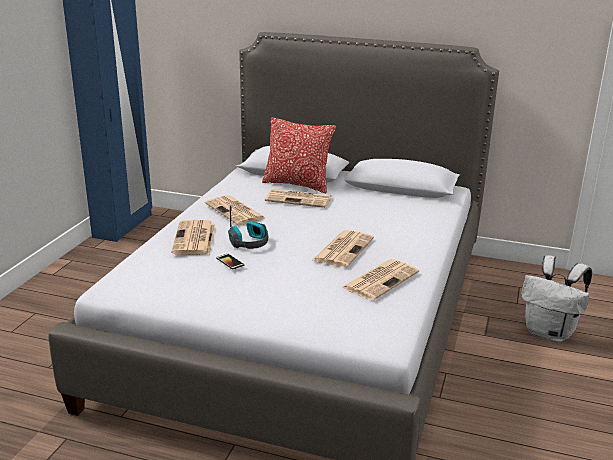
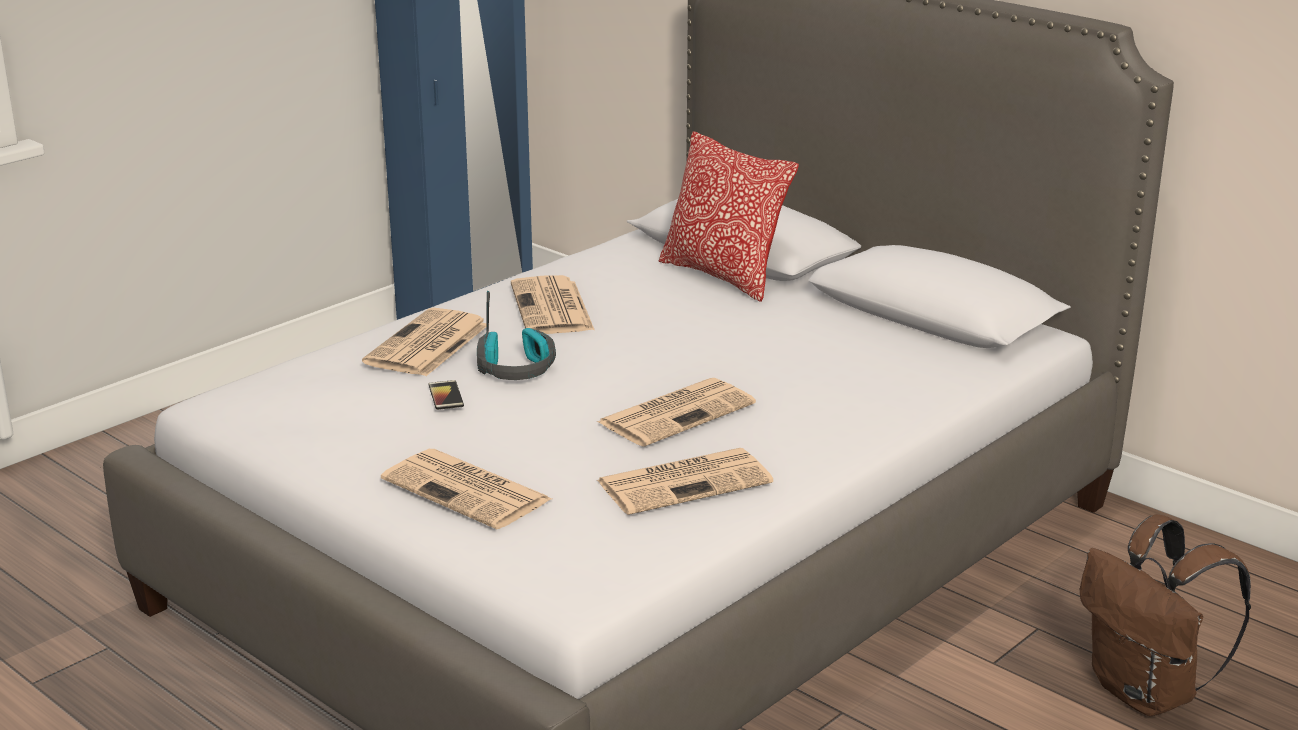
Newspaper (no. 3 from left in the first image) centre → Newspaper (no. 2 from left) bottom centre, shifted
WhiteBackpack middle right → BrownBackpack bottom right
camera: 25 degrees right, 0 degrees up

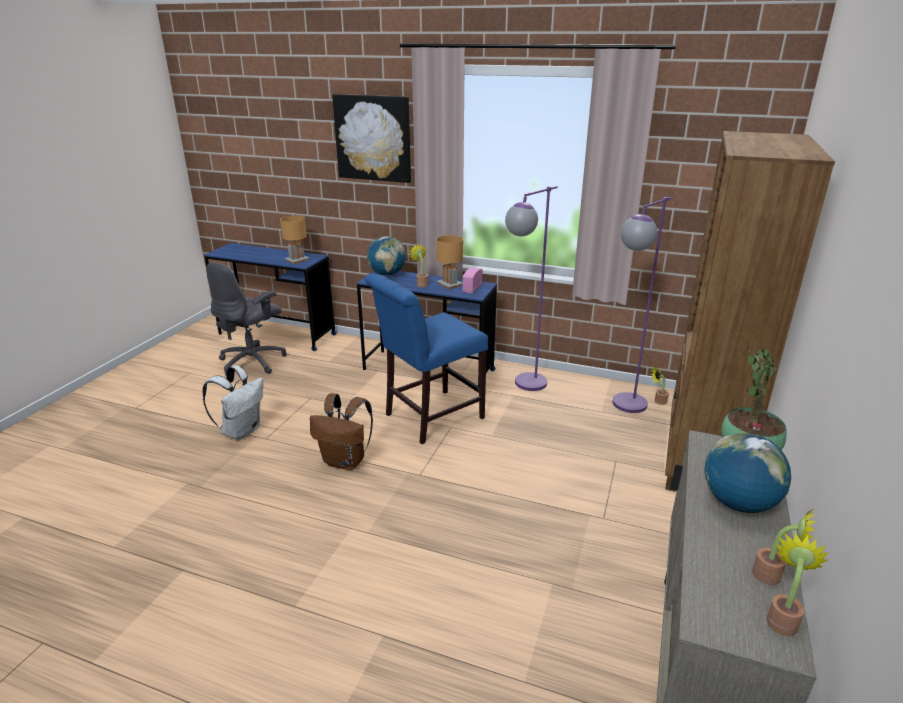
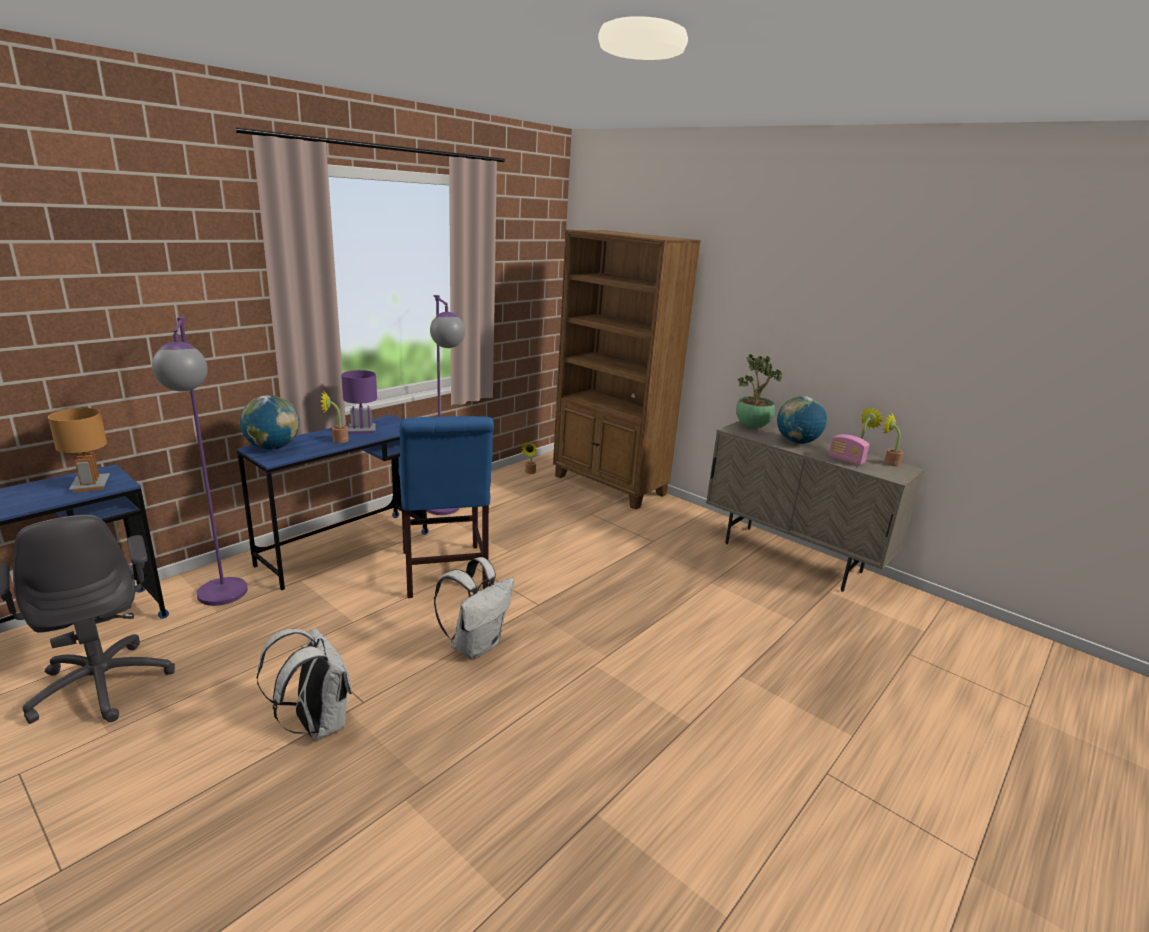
Picture top centre → -
Radio centre → Radio middle right, shifted
PurpleFloorLamp (no. 2 from left in the first image) middle right → PurpleFloorLamp (no. 1 from left) middle left, shifted
BrownBackpack centre → WhiteBackpack (no. 2 from left) centre
BrownTableLamp (no. 2 from left) centre → PurpleTableLamp middle left
camera: 70 degrees left, 5 degrees down

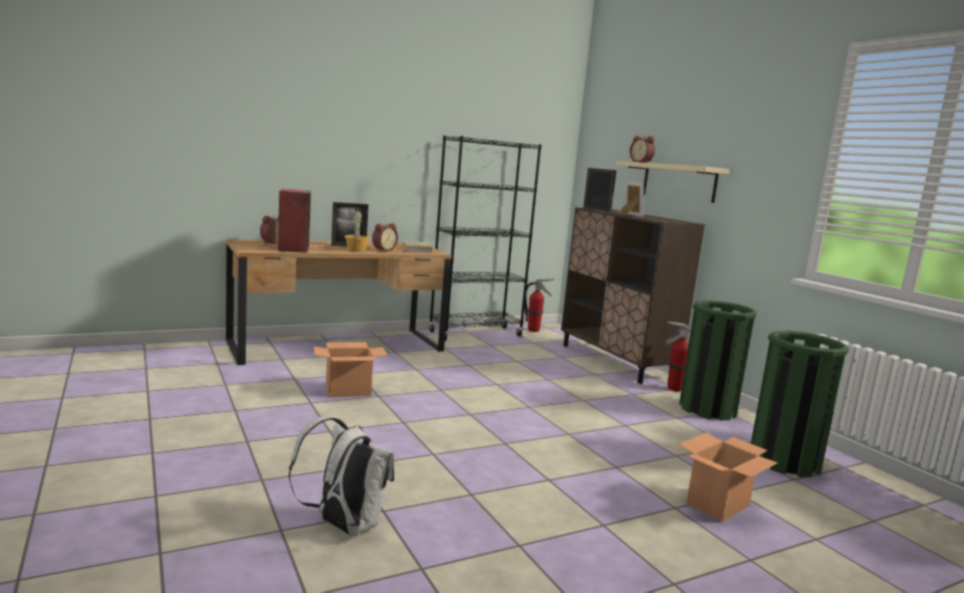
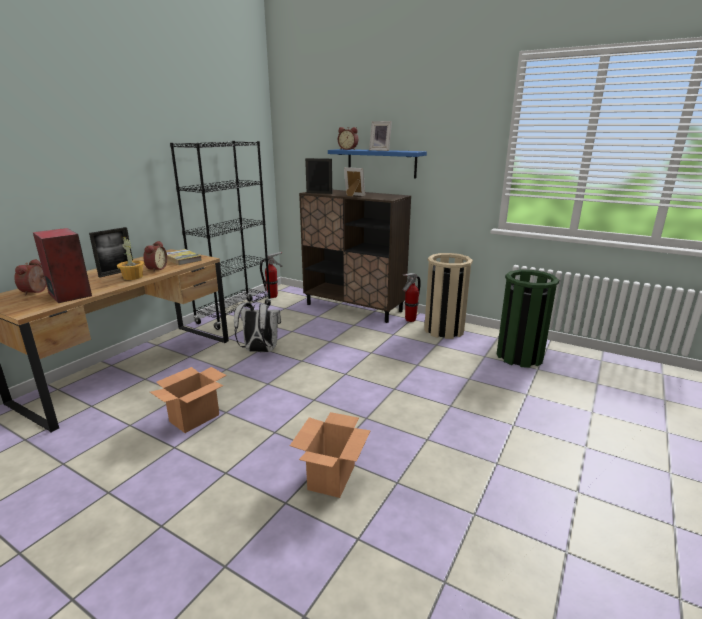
- → PictureFrame (no. 4 from left) top centre
WhiteBackpack bottom centre → WhiteBackpack centre, shifted
CardboardBox (no. 2 from left) bottom right → CardboardBox (no. 2 from left) bottom centre, shifted
BeigeShelf top right → BlueShelf top centre
GreenTrashCan (no. 1 from left) middle right → BeigeTrashCan centre
camera: 30 degrees left, 10 degrees up

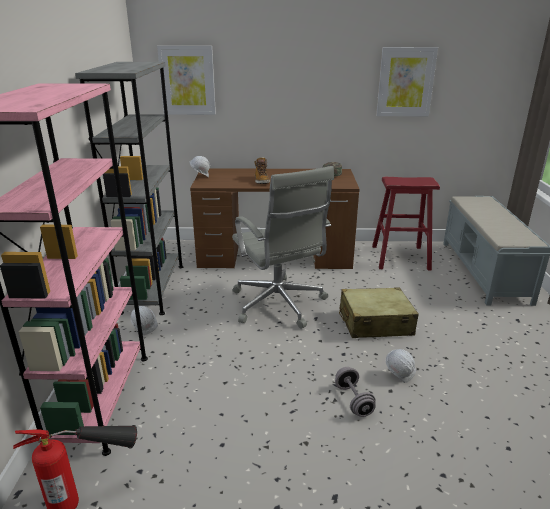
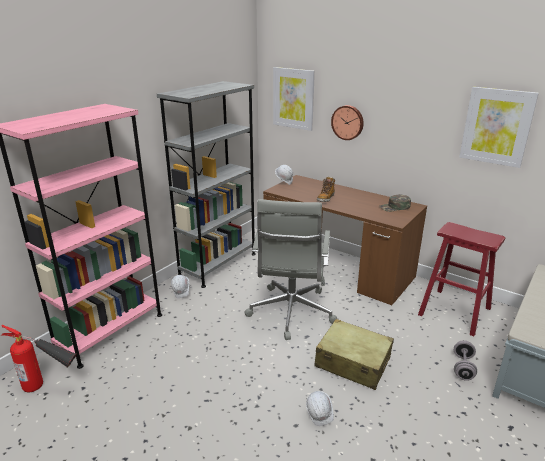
- → WallClock top centre
GreyDumbbell bottom centre → GreyDumbbell bottom right, shifted
camera: 35 degrees right, 0 degrees up

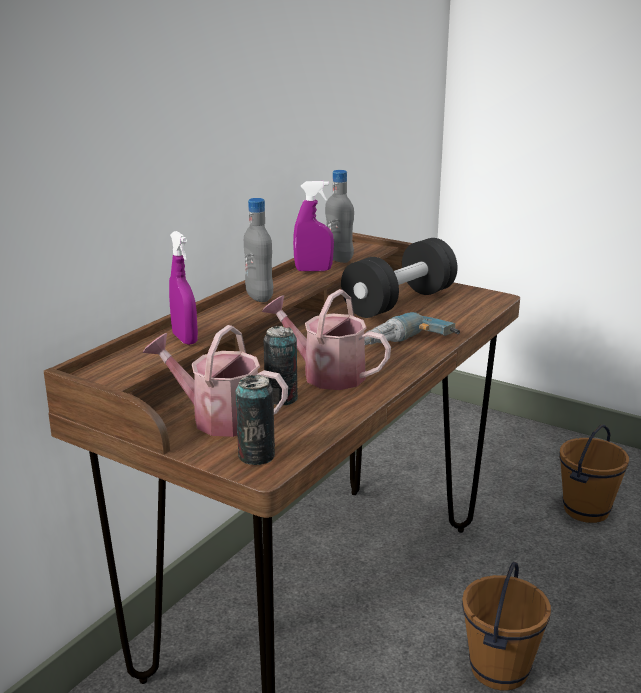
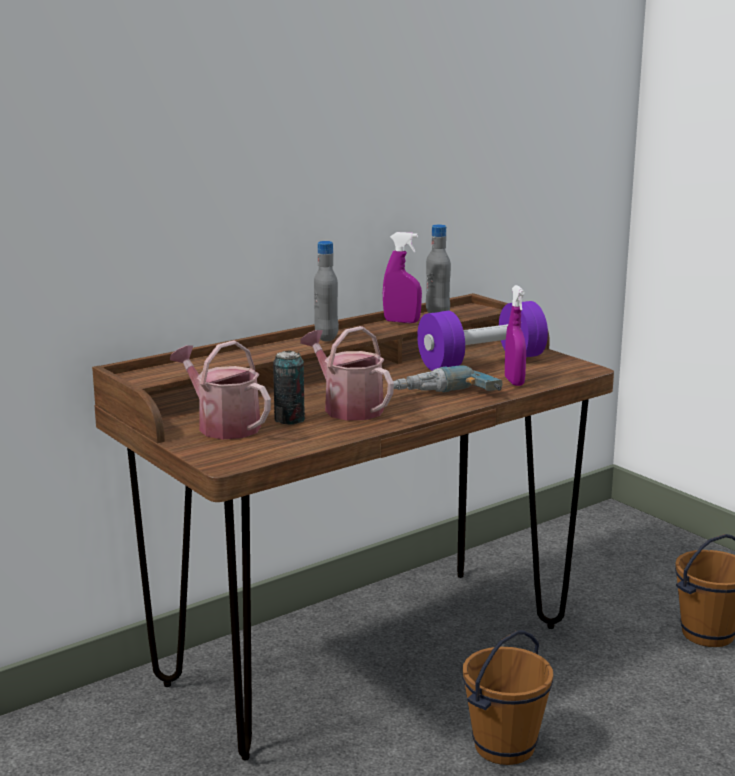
Can (no. 1 from left) centre → -
PurpleSprayBottle (no. 1 from left in the first image) middle left → PurpleSprayBottle (no. 2 from left) middle right, shifted
BlackDumbbell centre → PurpleDumbbell centre
camera: 20 degrees right, 5 degrees down

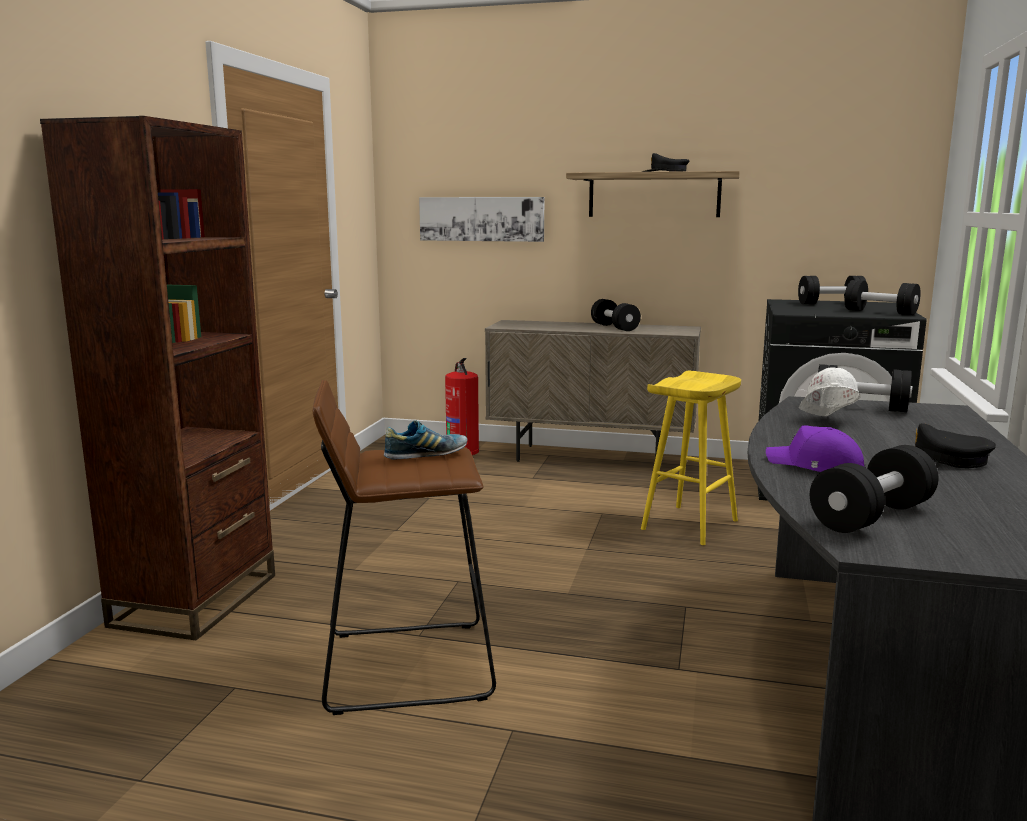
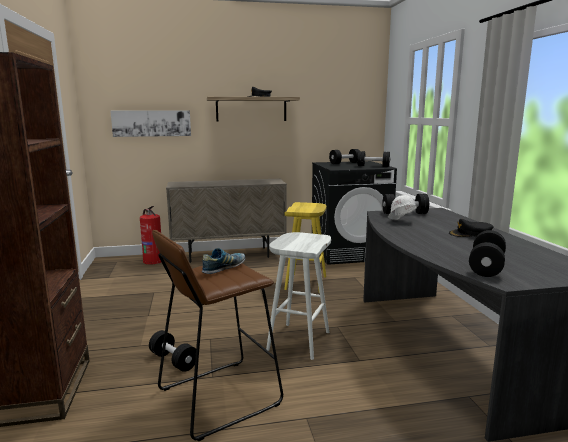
PurpleCap middle right → -
- → WhiteStool bottom centre
BlackDumbbell (no. 1 from left) centre → BlackDumbbell (no. 1 from left) bottom left, shifted
camera: 25 degrees left, 0 degrees up

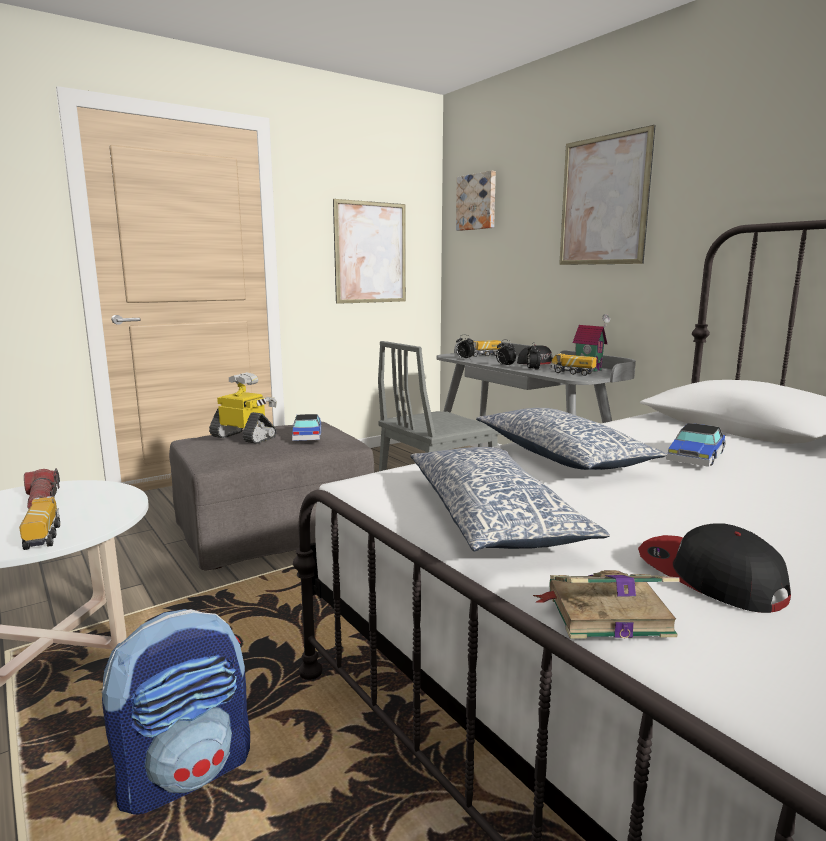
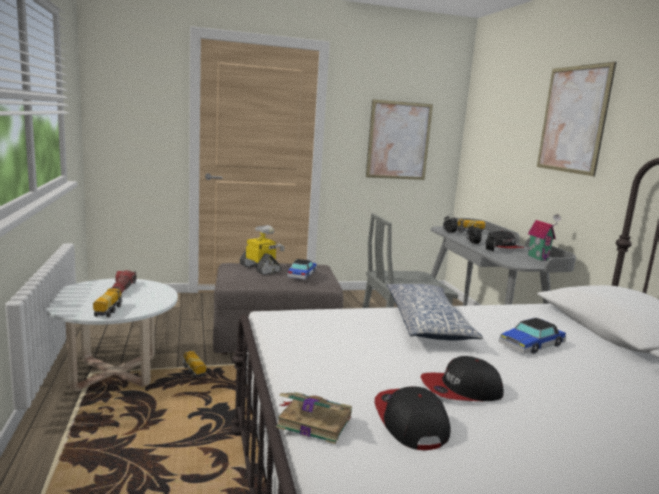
Backpack bottom left → -
Pillow (no. 1 from left) centre → -
Picture (no. 2 from left) top centre → -
- → Cap (no. 2 from left) bottom right
ToyTruck (no. 3 from left in the first image) middle right → ToyTruck (no. 2 from left) bottom left, shifted
camera: 20 degrees right, 0 degrees up

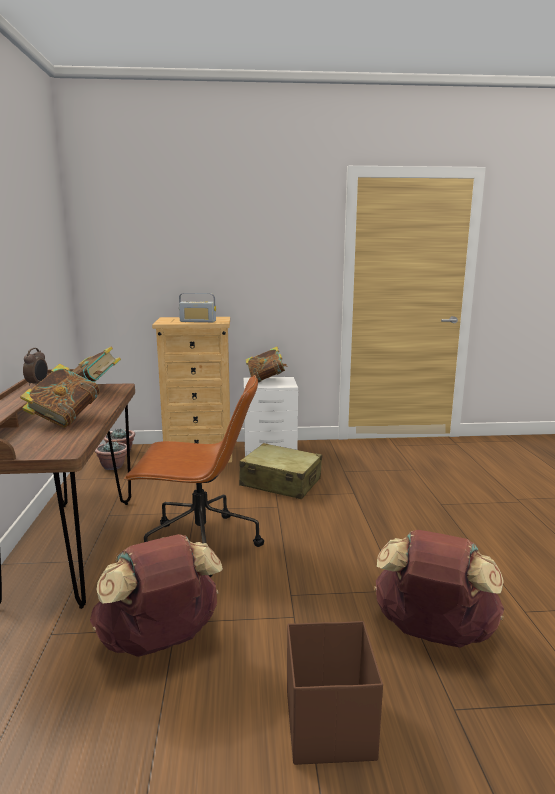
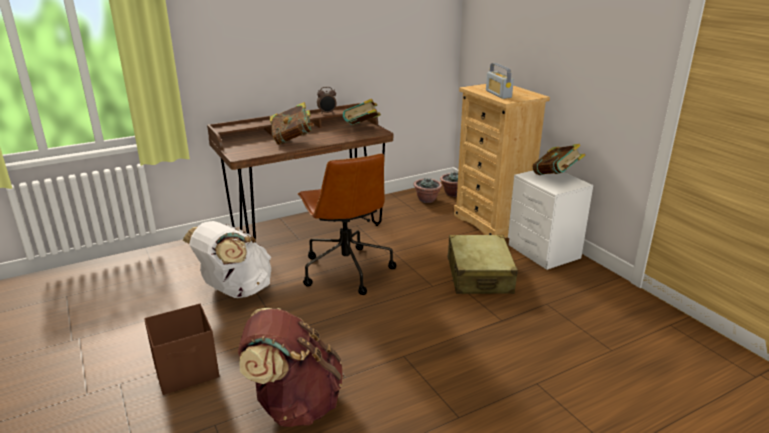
BrownBackpack (no. 1 from left) bottom left → WhiteBackpack middle left
camera: 65 degrees right, 10 degrees up

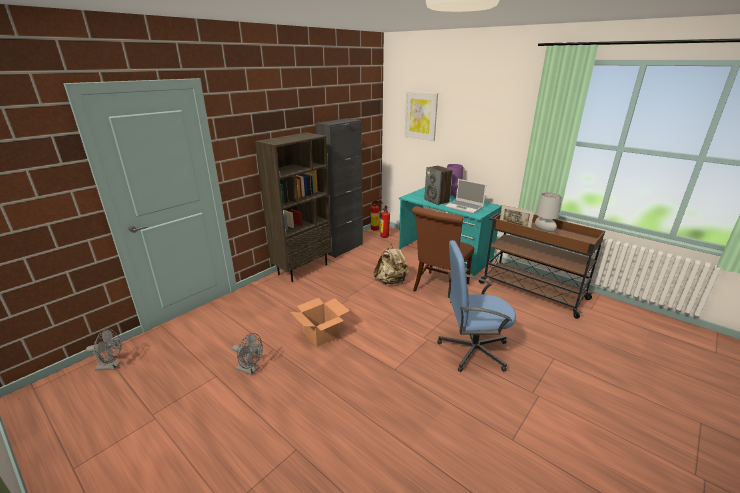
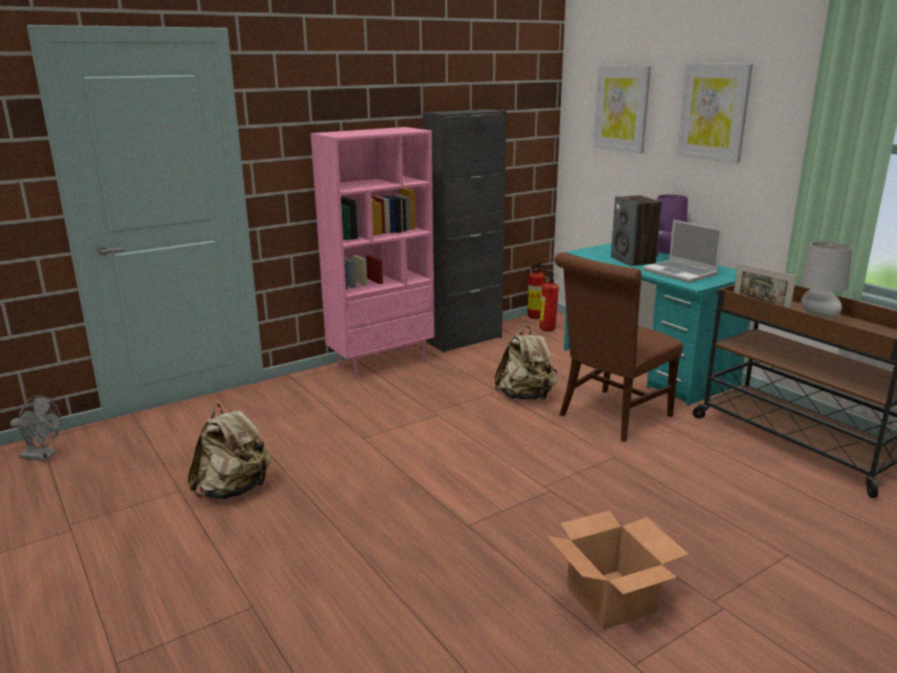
BlueOfficeChair centre → -
- → Picture (no. 2 from left) top right
CardboardBox centre → CardboardBox bottom right, shifted
GreyFan (no. 2 from left) bottom centre → BeigeBackpack (no. 1 from left) bottom left
BrownBookcase centre → PinkBookcase centre
camera: 15 degrees right, 5 degrees down

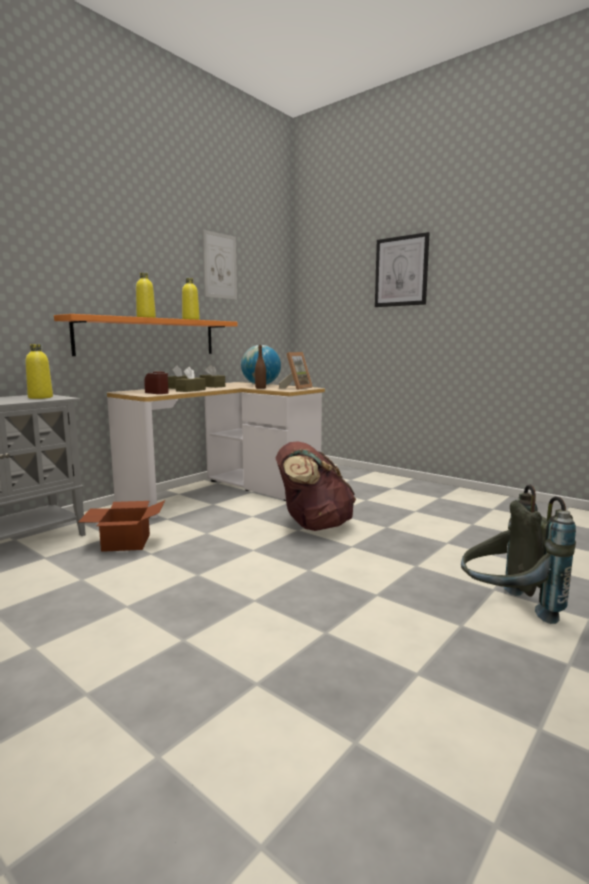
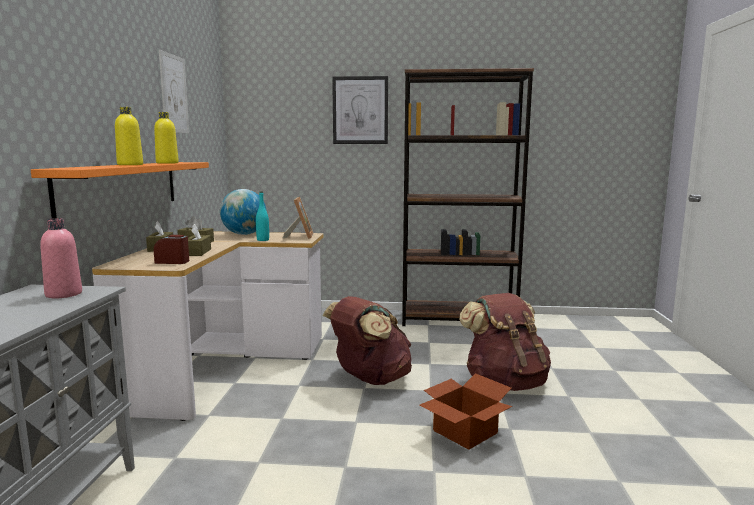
GreyBackpack middle right → -
- → BrownBookcase centre
- → BrownBackpack (no. 2 from left) bottom right
CardboardBox middle left → CardboardBox bottom centre, shifted
YellowBottle (no. 1 from left) middle left → PinkBottle middle left
BrownBottle centre → TurquoiseBottle centre
camera: 35 degrees left, 0 degrees up

